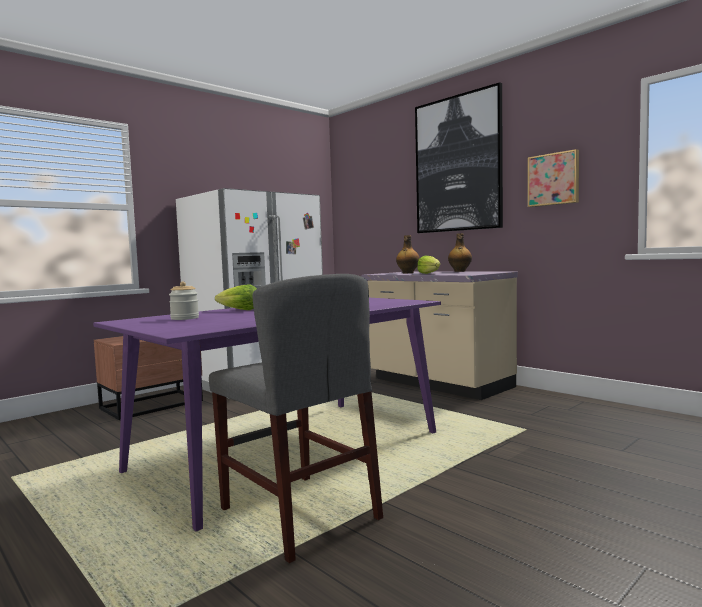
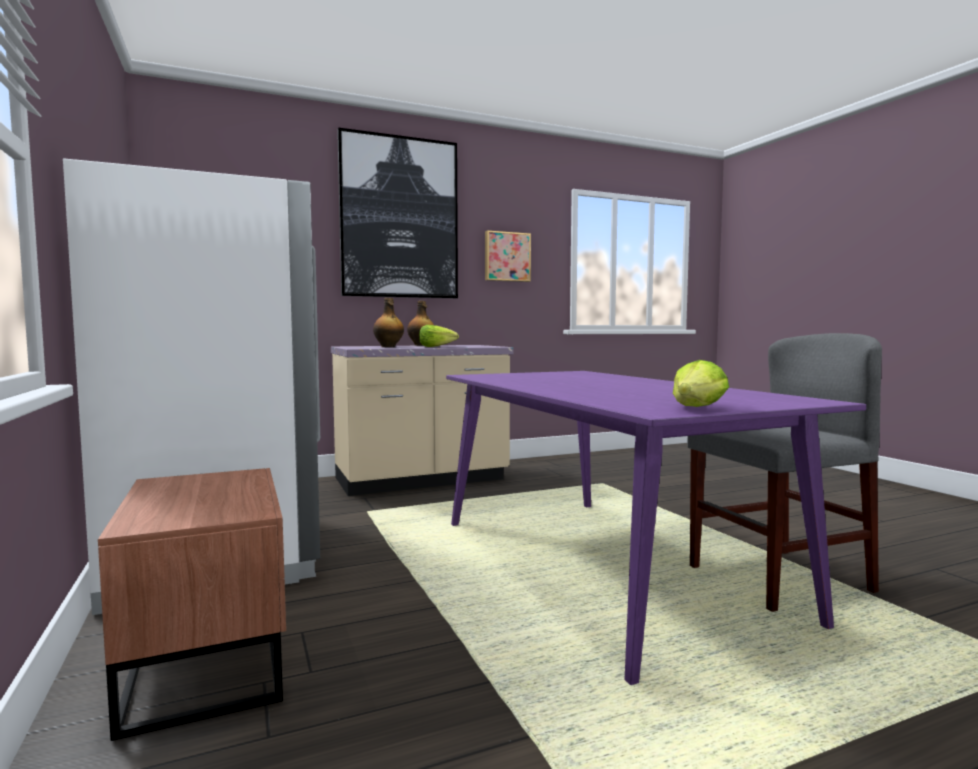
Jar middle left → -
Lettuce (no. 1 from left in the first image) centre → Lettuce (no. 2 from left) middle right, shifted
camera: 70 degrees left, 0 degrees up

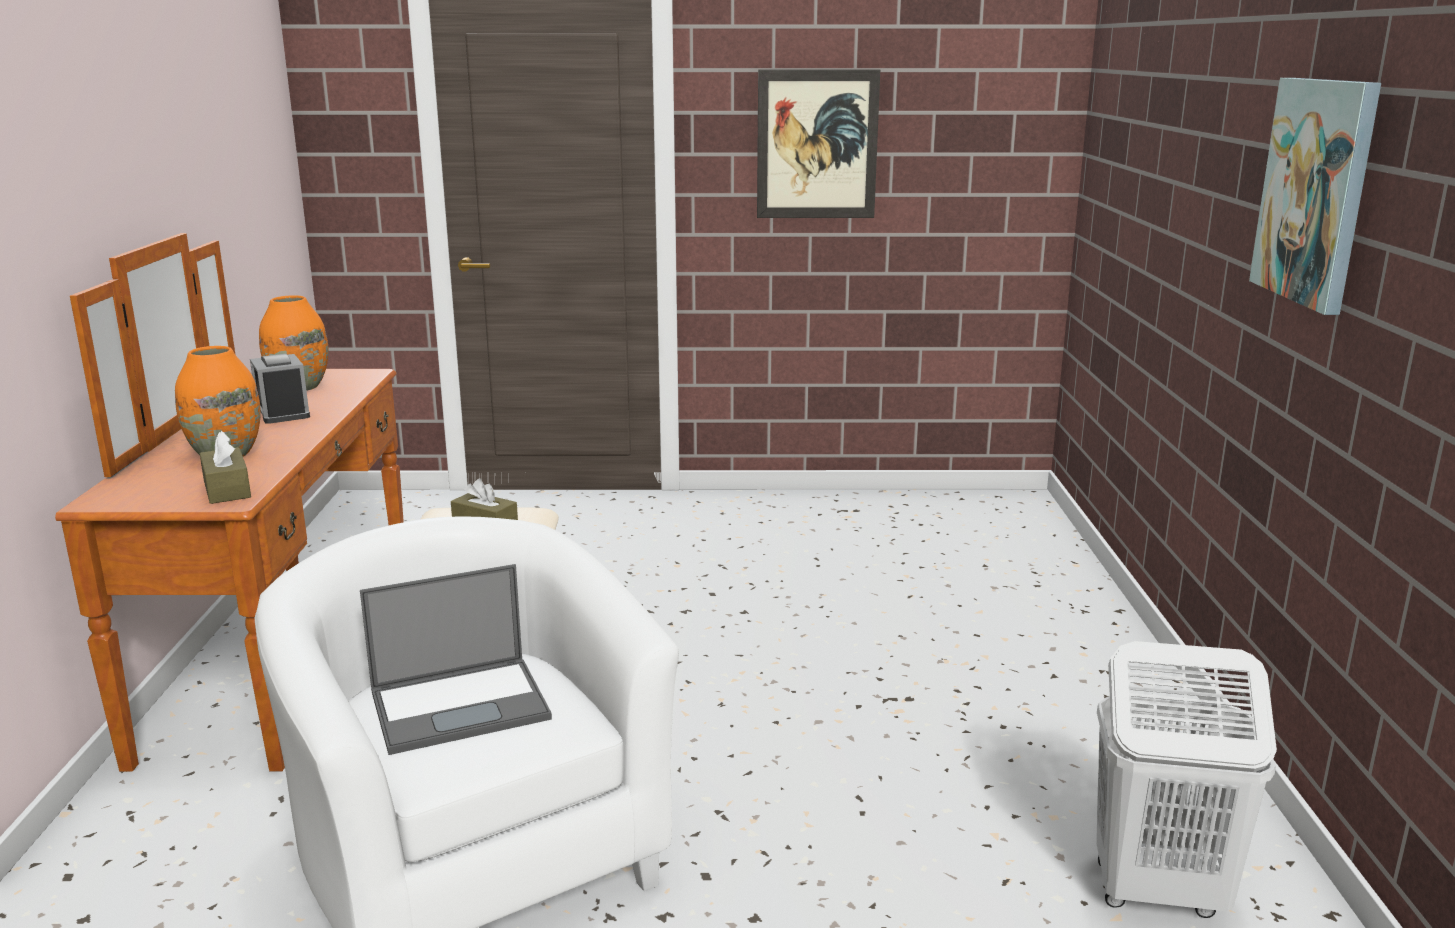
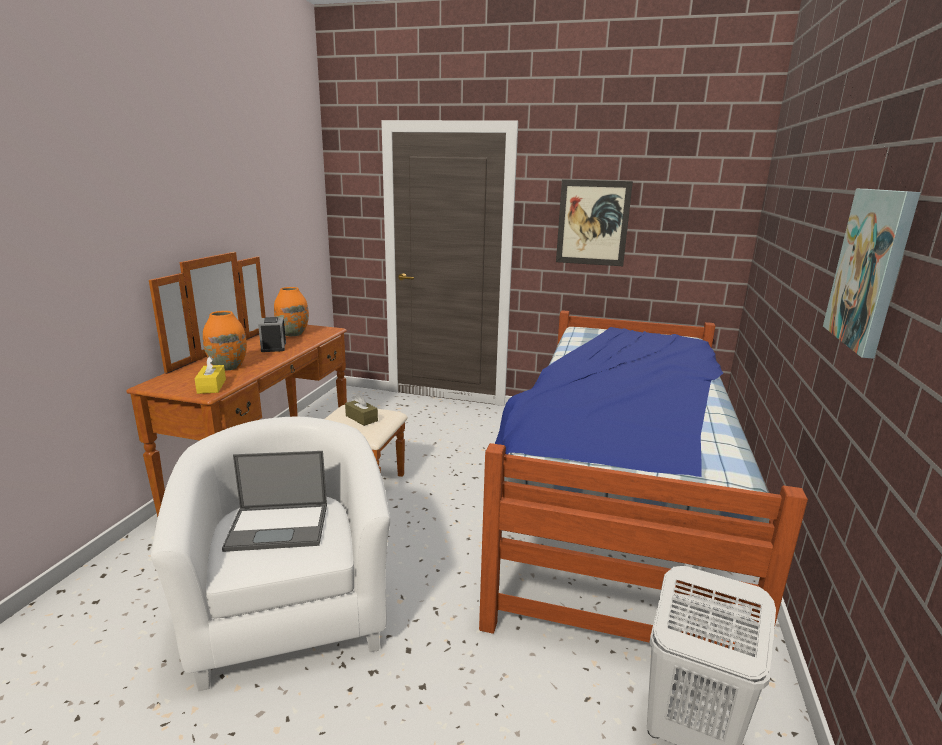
- → Bed middle right
BrownTissueBox (no. 1 from left) middle left → YellowTissueBox middle left
camera: 15 degrees right, 0 degrees up

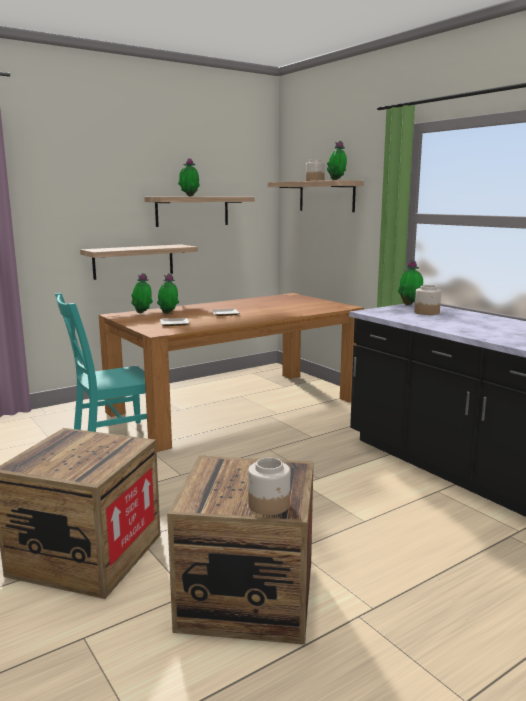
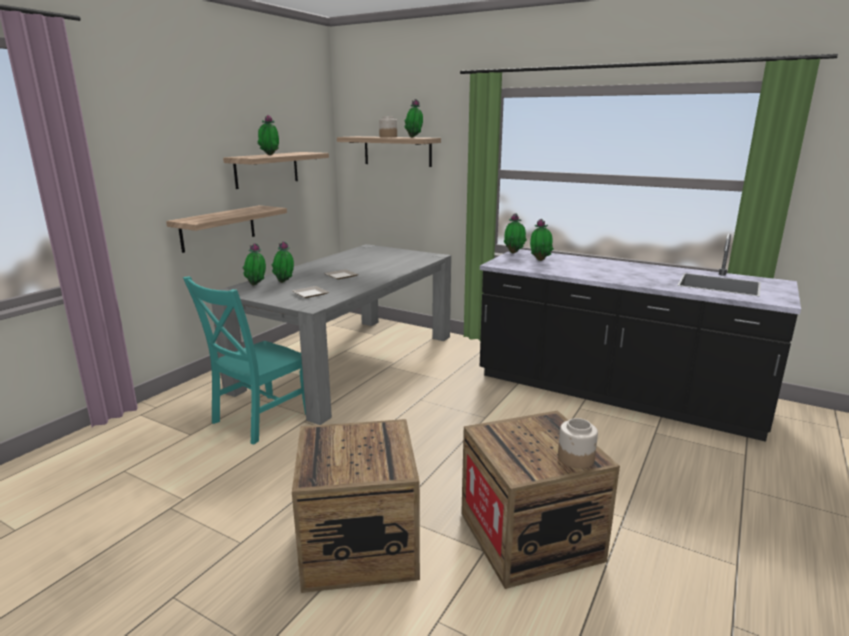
Jar (no. 3 from left) middle right → PottedPlant (no. 6 from left) centre
BrownDiningTable centre → GreyDiningTable centre
camera: 25 degrees left, 5 degrees up

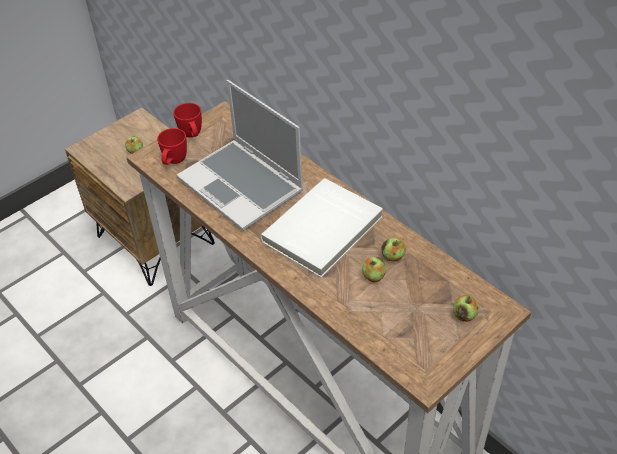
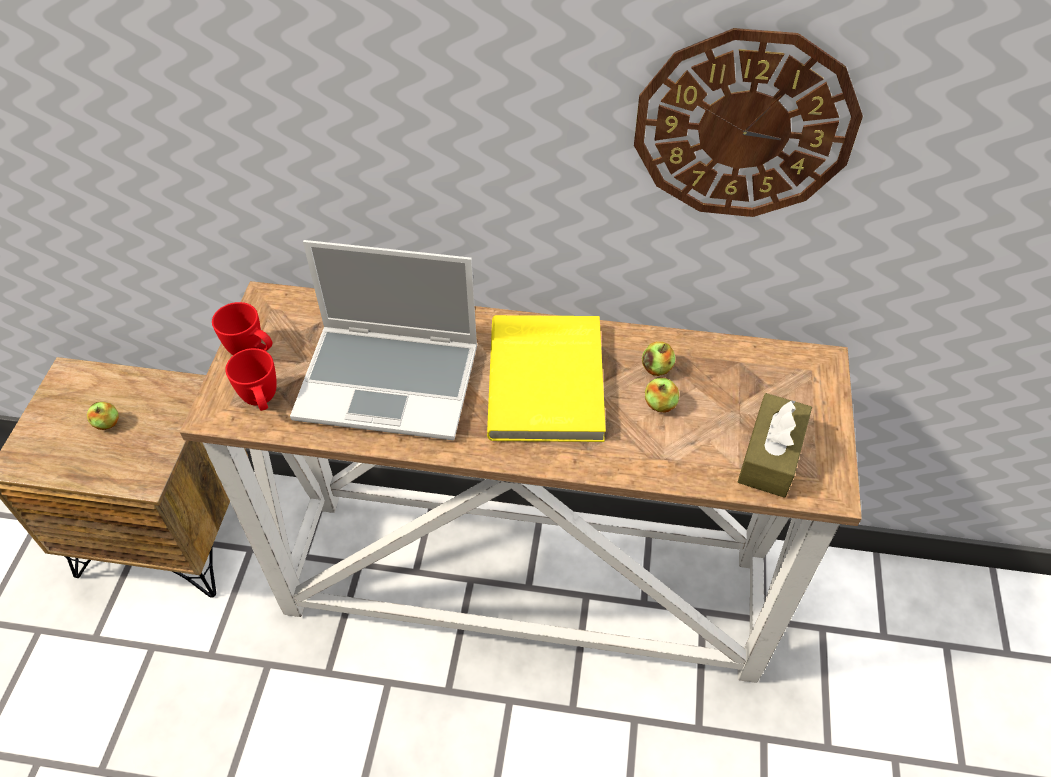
Apple (no. 4 from left) bottom right → -
- → WallClock top right
- → BrownTissueBox middle right
WhiteBook centre → YellowBook centre
camera: 40 degrees left, 5 degrees up

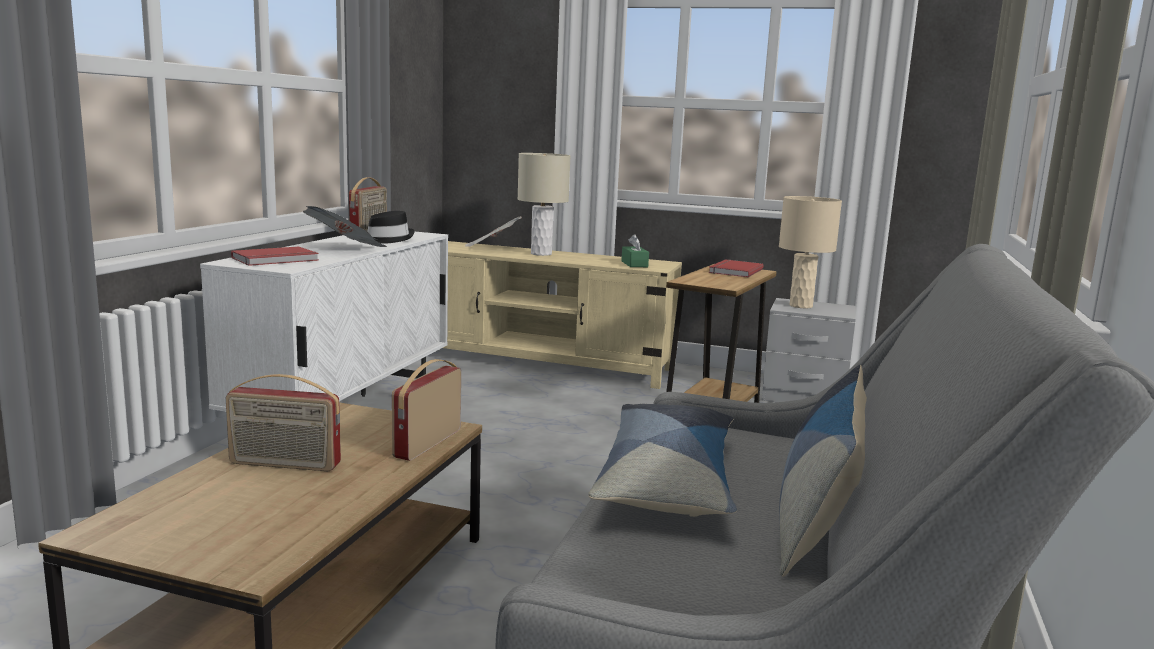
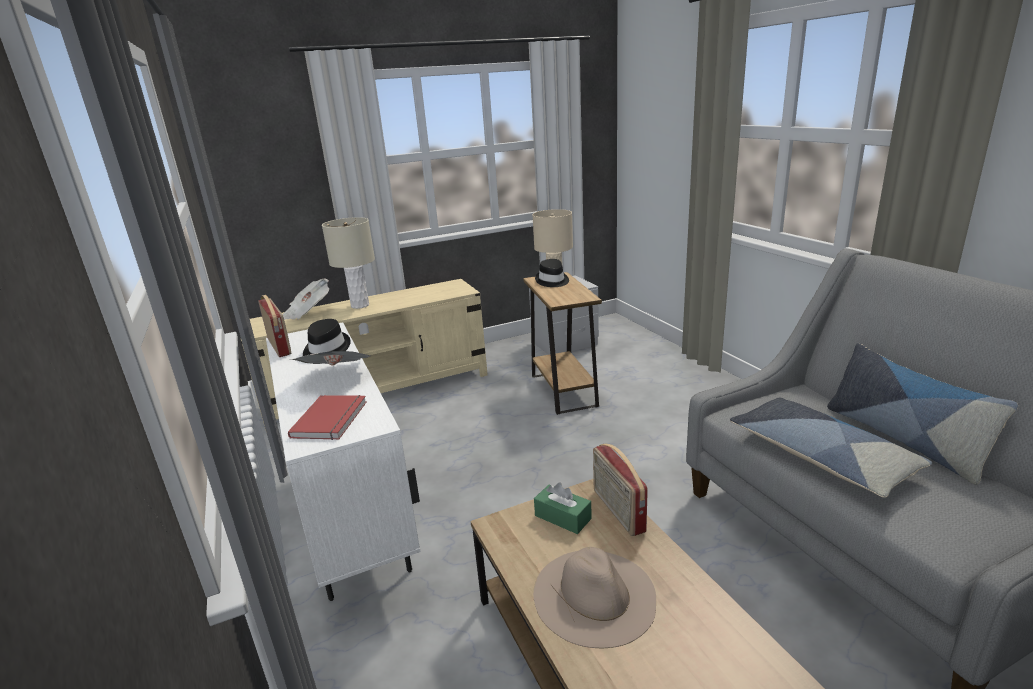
GreenTissueBox centre → GreenTissueBox bottom centre, shifted
Radio (no. 1 from left) middle left → BeigeHat bottom centre
RedBook (no. 2 from left) centre → BlackHat (no. 2 from left) centre
camera: 40 degrees left, 10 degrees up

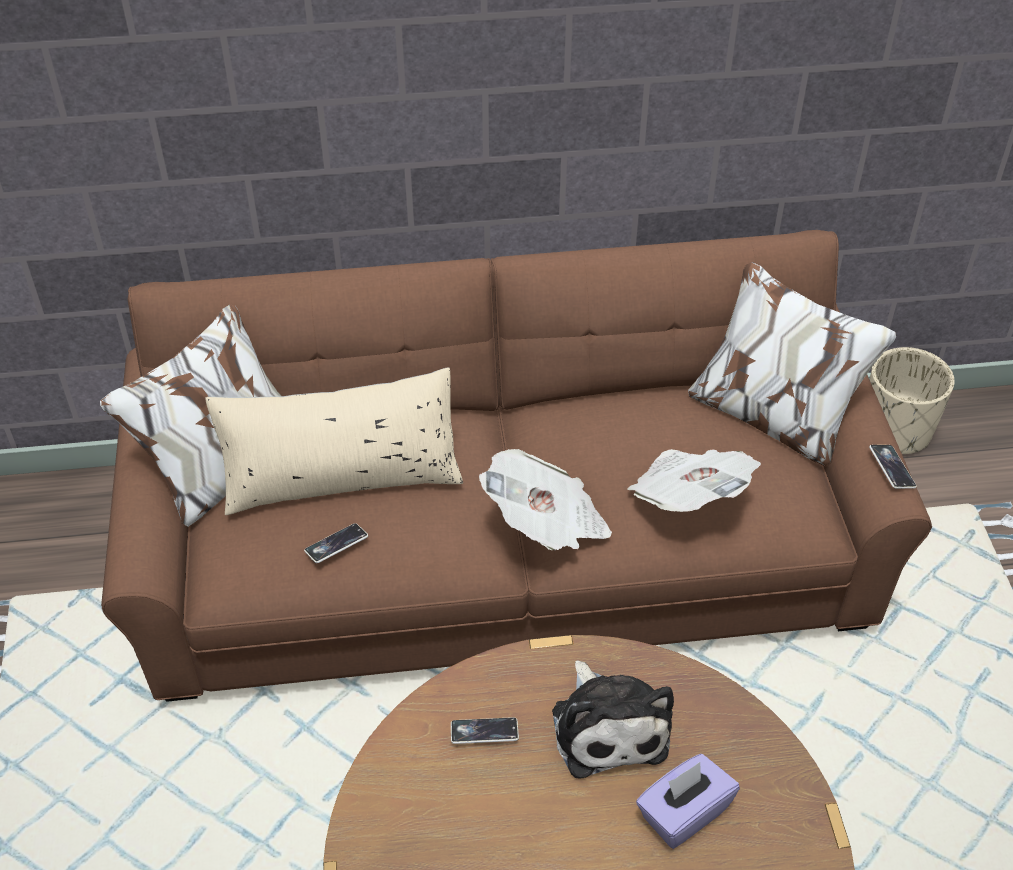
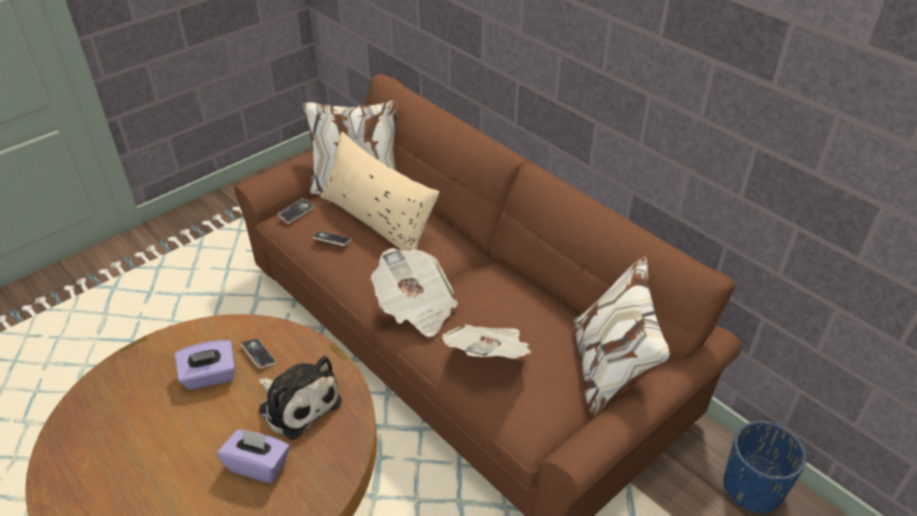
- → PurpleTissueBox (no. 1 from left) bottom left
Phone (no. 3 from left in the first image) middle right → Phone (no. 2 from left) middle left, shifted
BeigePlanter middle right → BluePlanter bottom right
PlushToy bottom centre → PlushToy bottom left, 90 degrees counterclockwise
camera: 55 degrees right, 5 degrees down

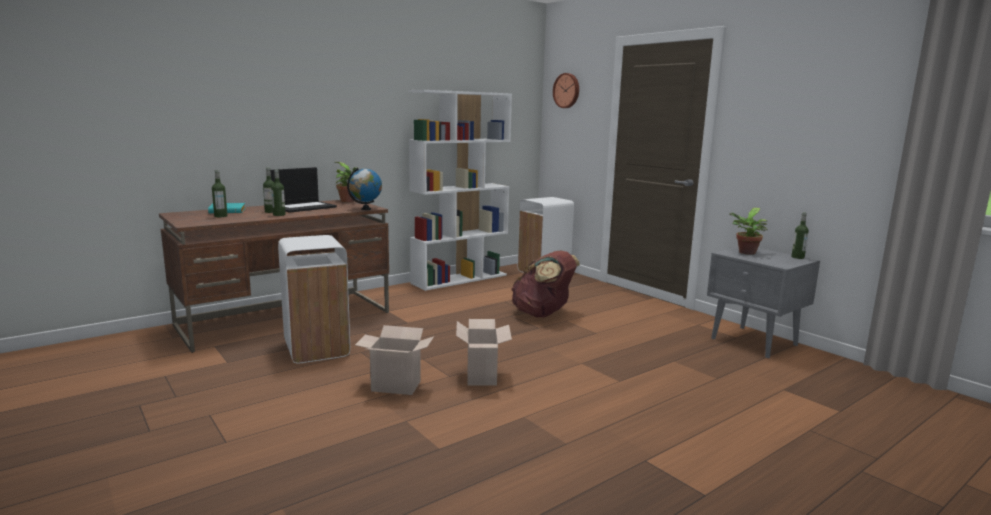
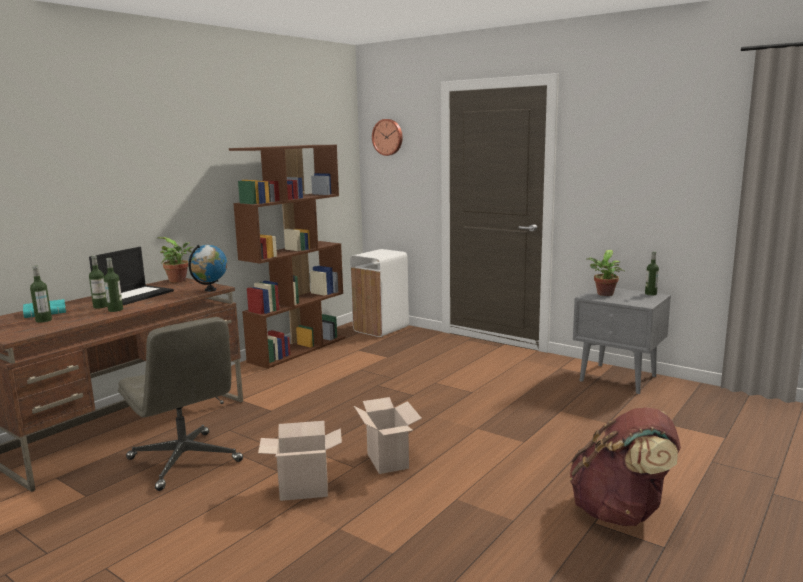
BrownBackpack centre → BrownBackpack bottom right, shifted
WhiteTrashCan (no. 1 from left) middle left → GreyOfficeChair bottom left
WhiteBookcase centre → BrownBookcase centre
camera: 15 degrees left, 0 degrees up

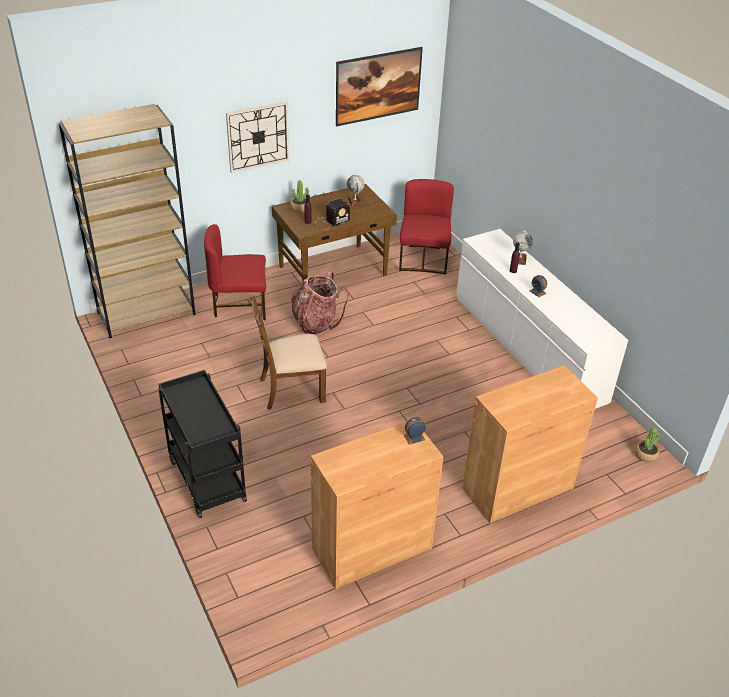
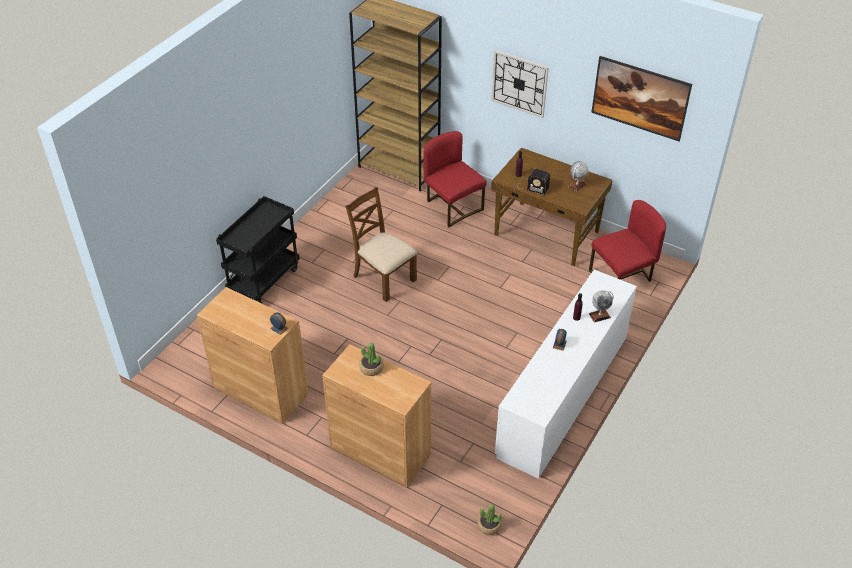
Backpack centre → -
PottedPlant (no. 1 from left) top centre → PottedPlant (no. 1 from left) centre, shifted
camera: 60 degrees right, 5 degrees up

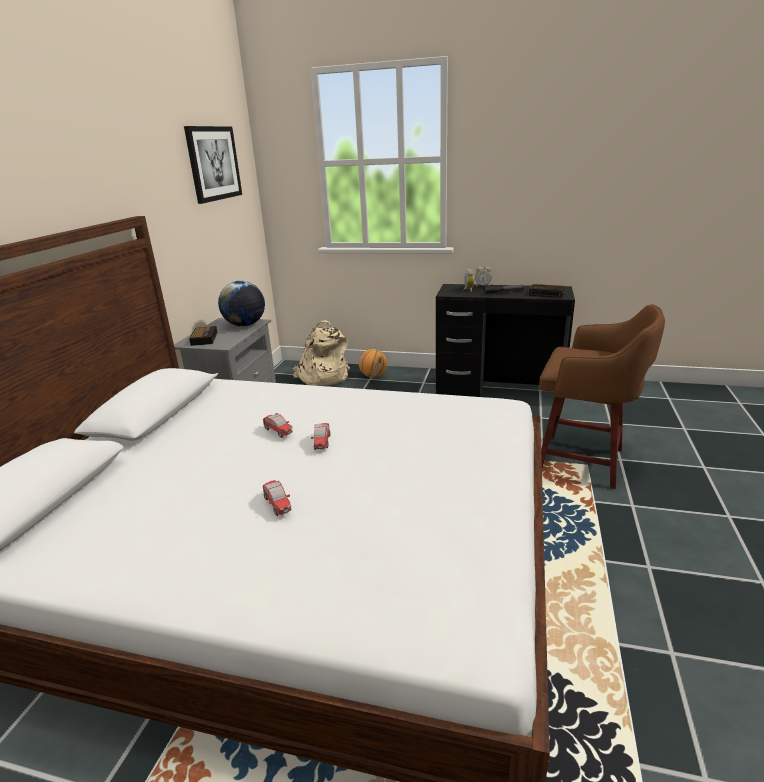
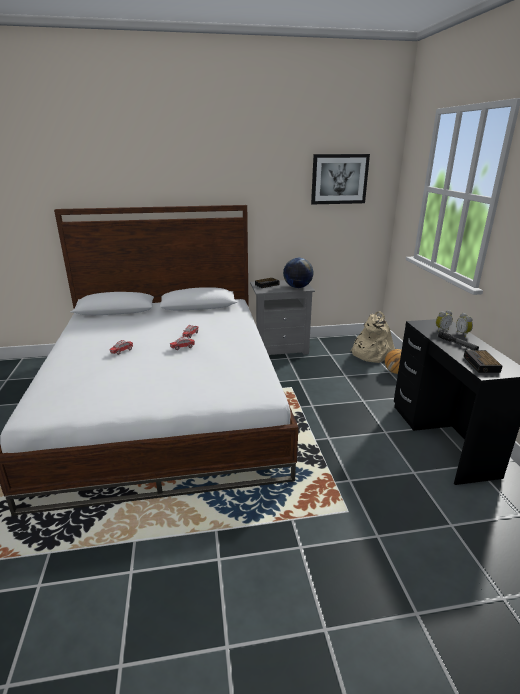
BrownStool middle right → -
camera: 65 degrees right, 0 degrees up

